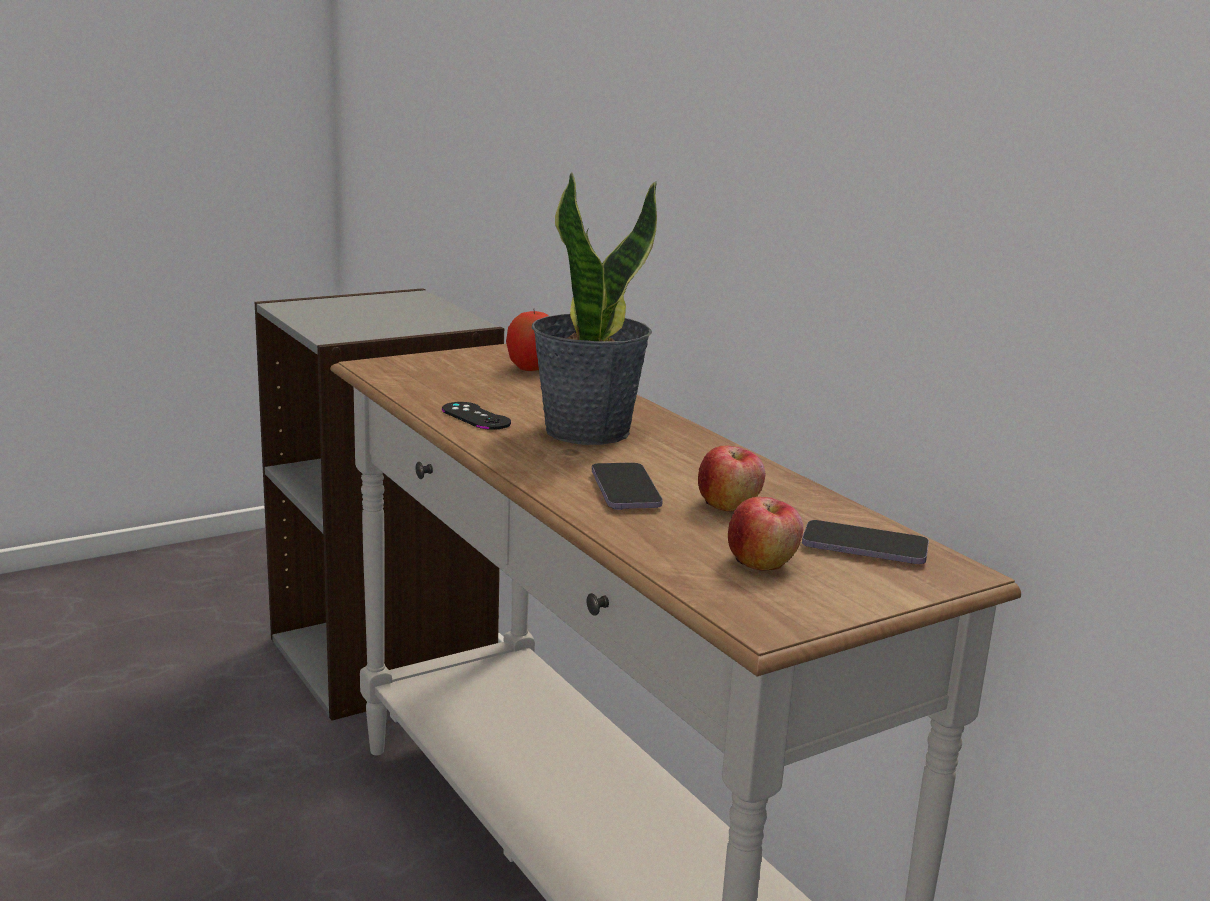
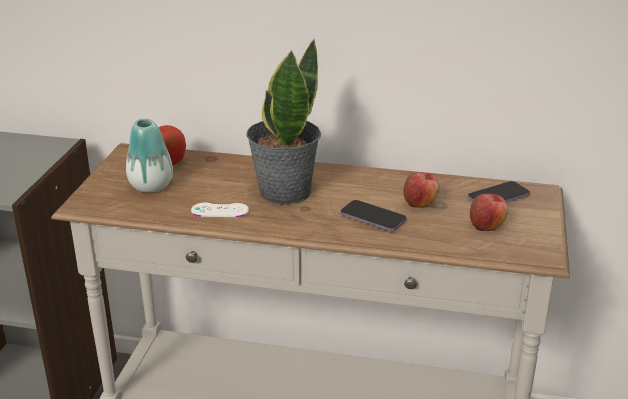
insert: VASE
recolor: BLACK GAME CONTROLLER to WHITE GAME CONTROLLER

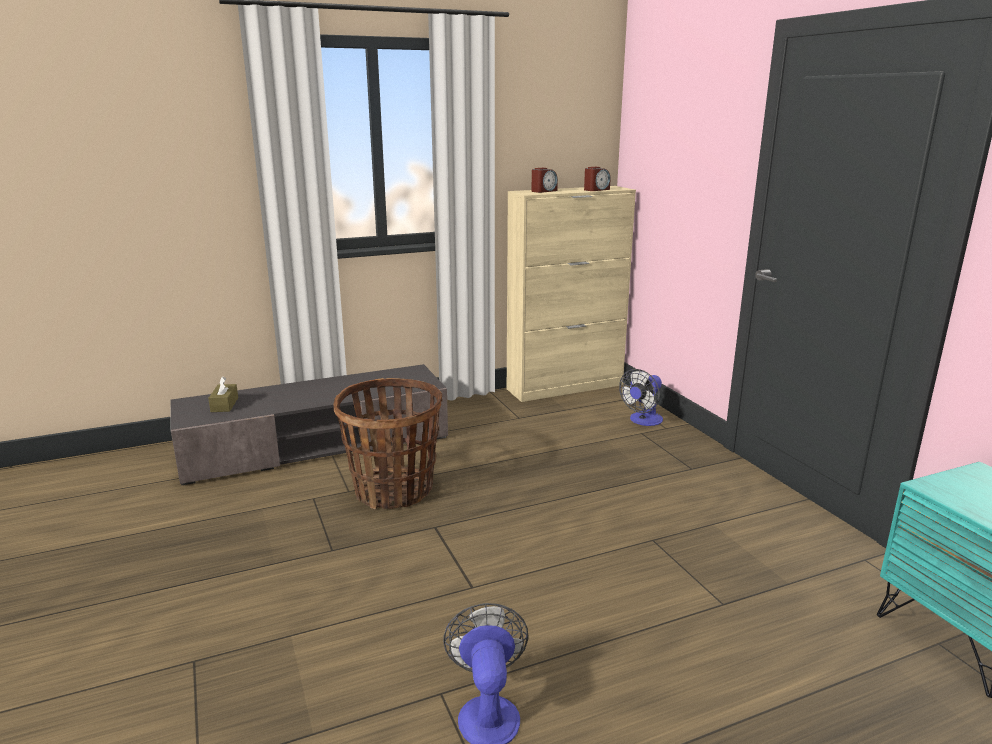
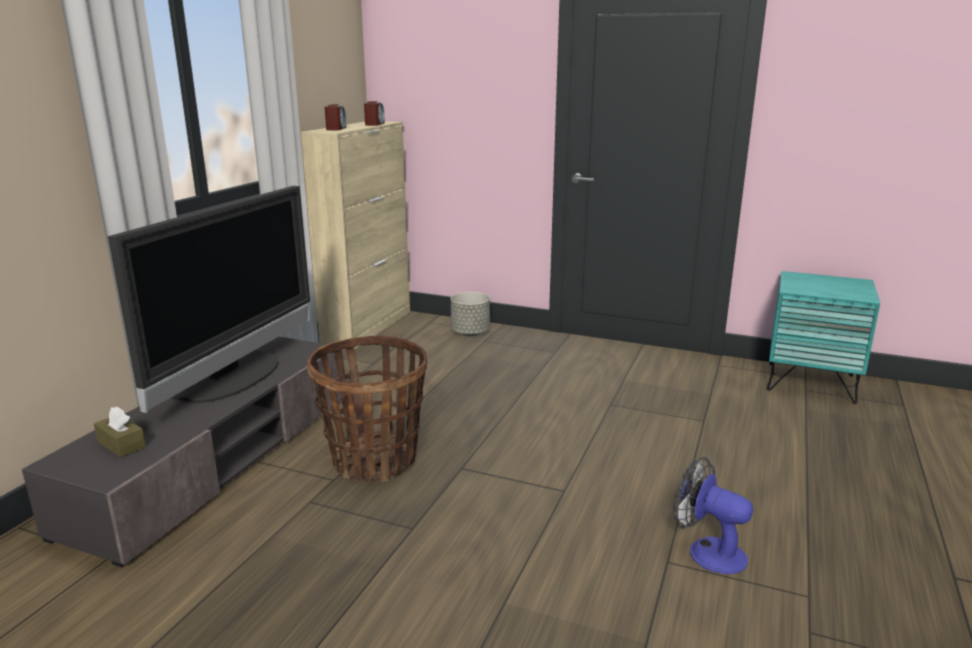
insert: TELEVISION
replace: FAN (2nd from left) to GREY PLANTER

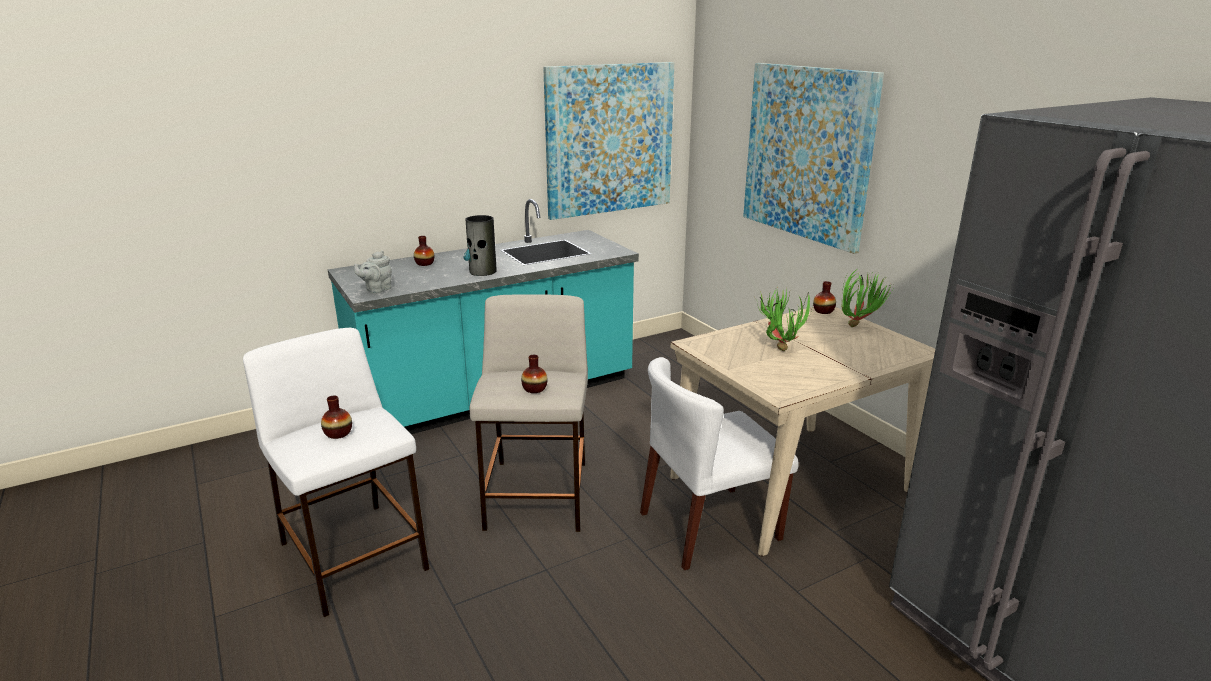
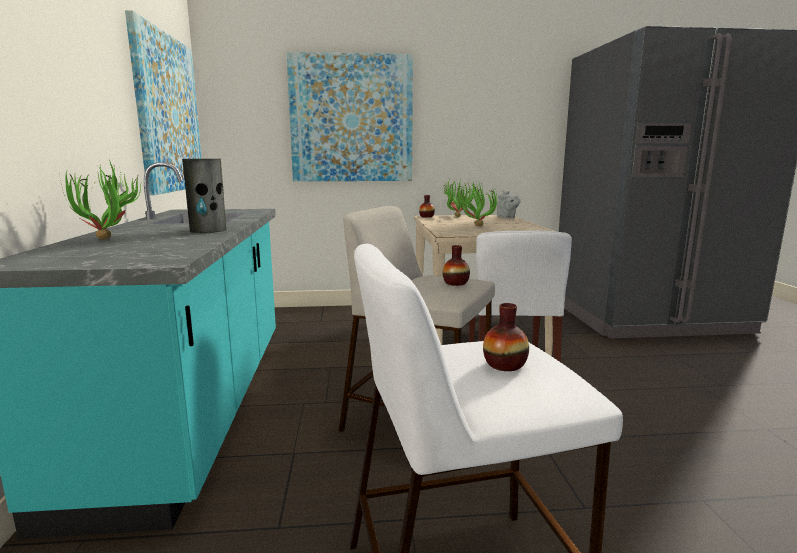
move: GREY TEAPOT
replace: VASE (2nd from left) to POTTED PLANT (1st from left)

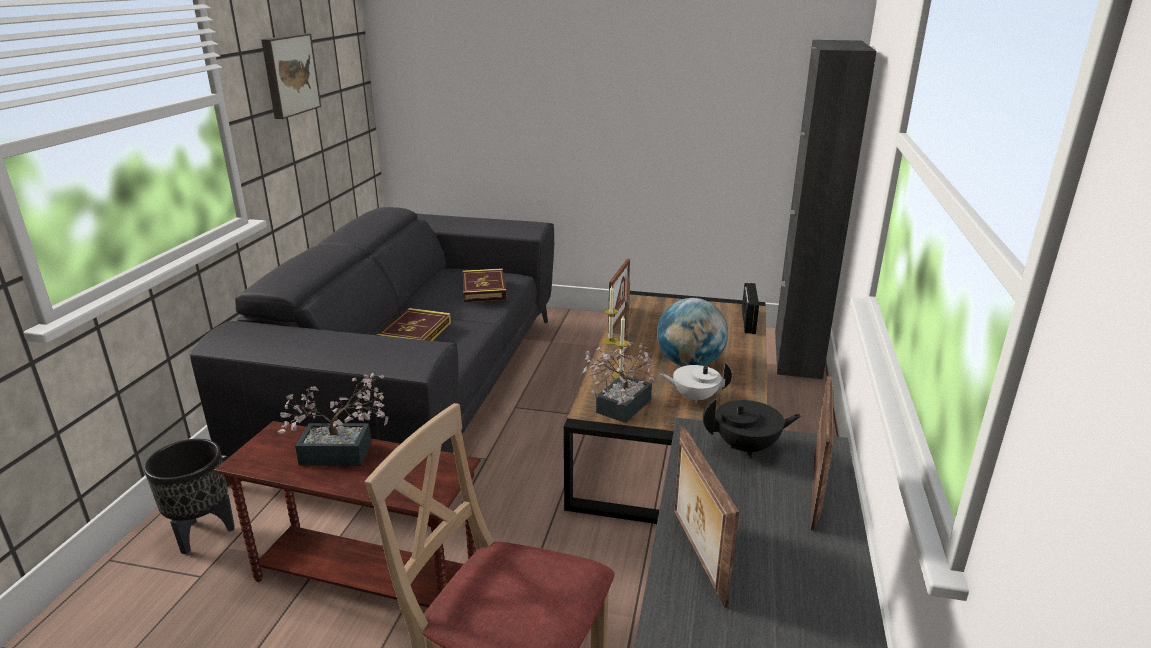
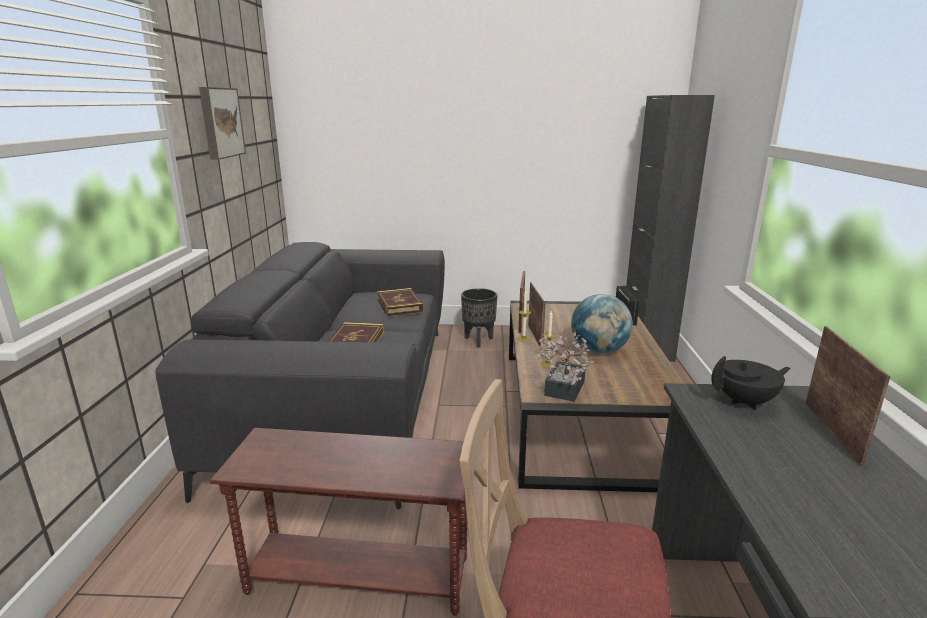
delete: POTTED PLANT (1st from left); WHITE TEAPOT; PICTURE FRAME (3rd from left)
move: BLACK PLANTER

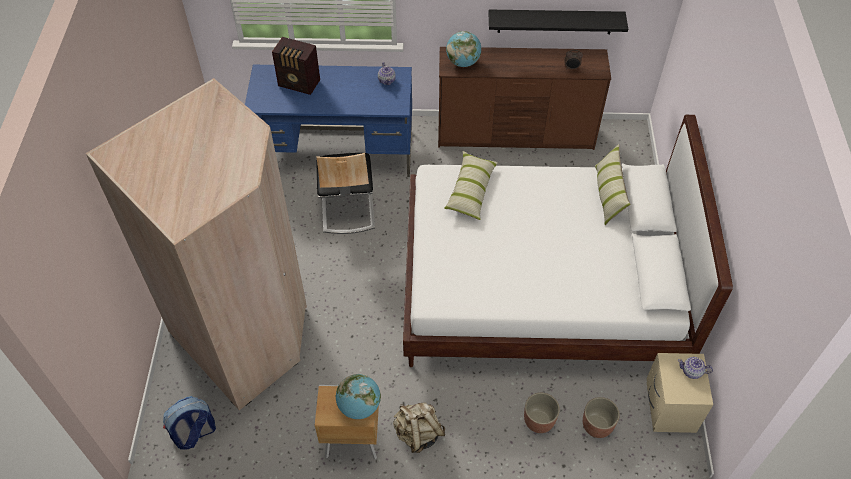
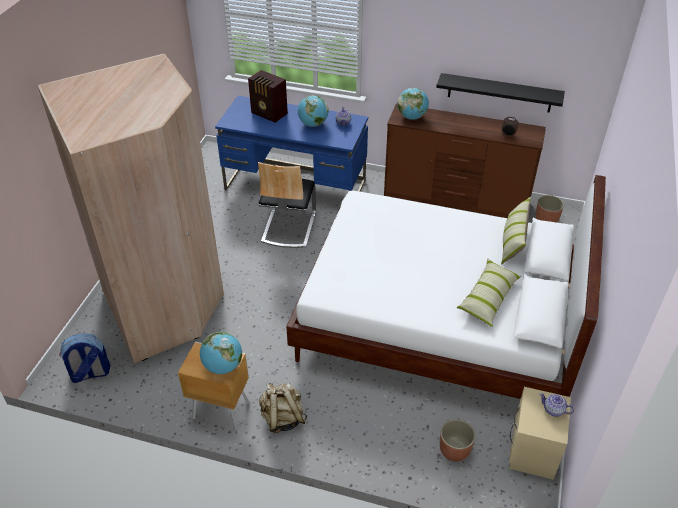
insert: GLOBE (2nd from left)
move: PILLOW (1st from left); PLANTER (1st from left in the first image) to PLANTER (2nd from left)

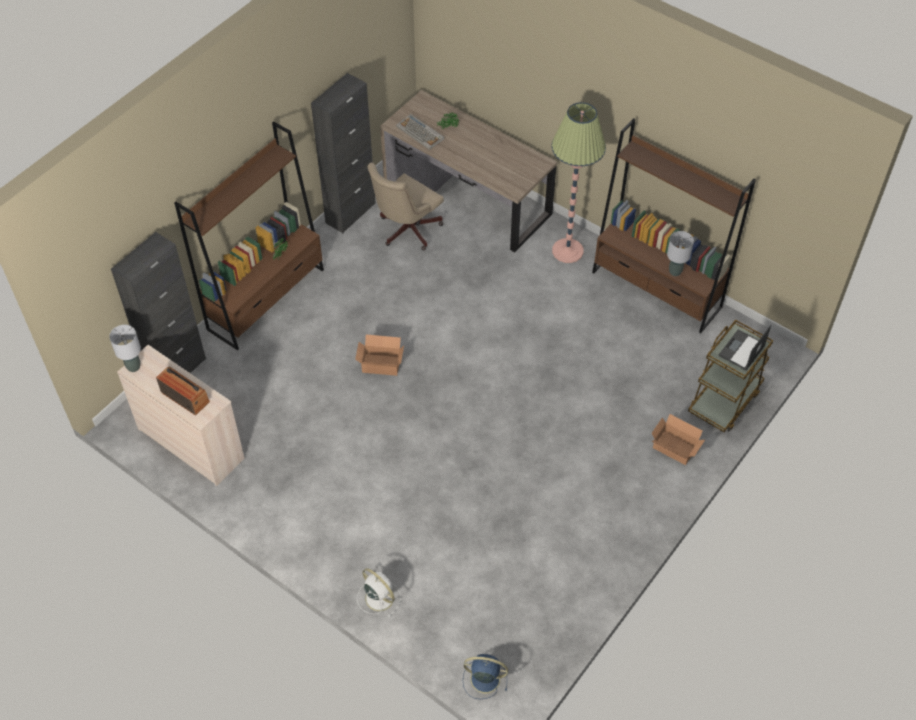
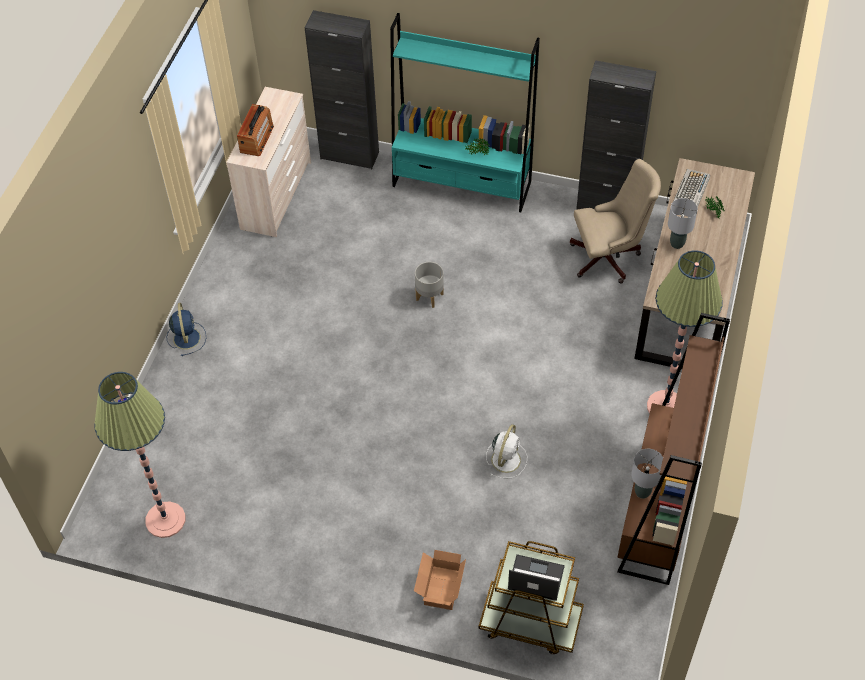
insert: FLOOR LAMP (1st from left)
move: BLUE FAN; WHITE FAN; GREY TABLE LAMP (1st from left in the first image) to GREY TABLE LAMP (2nd from left)
replace: CARDBOARD BOX (1st from left) to GREY PLANTER
recolor: BROWN BOOKCASE (1st from left) to TURQUOISE BOOKCASE
rotate: BEIGE OFFICE CHAIR 150 degrees clockwise

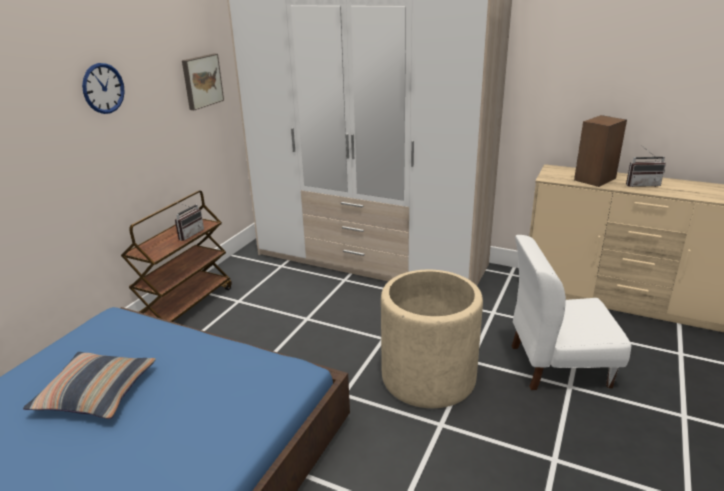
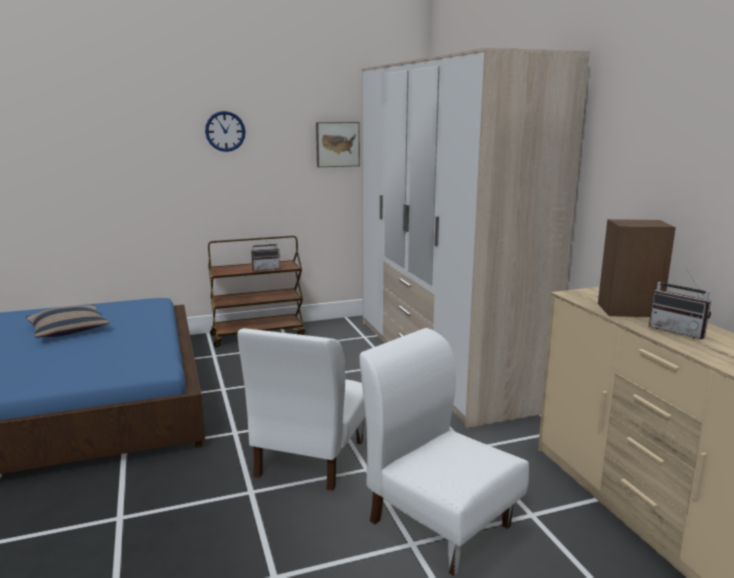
replace: BEIGE PLANTER to WHITE CHAIR (1st from left)

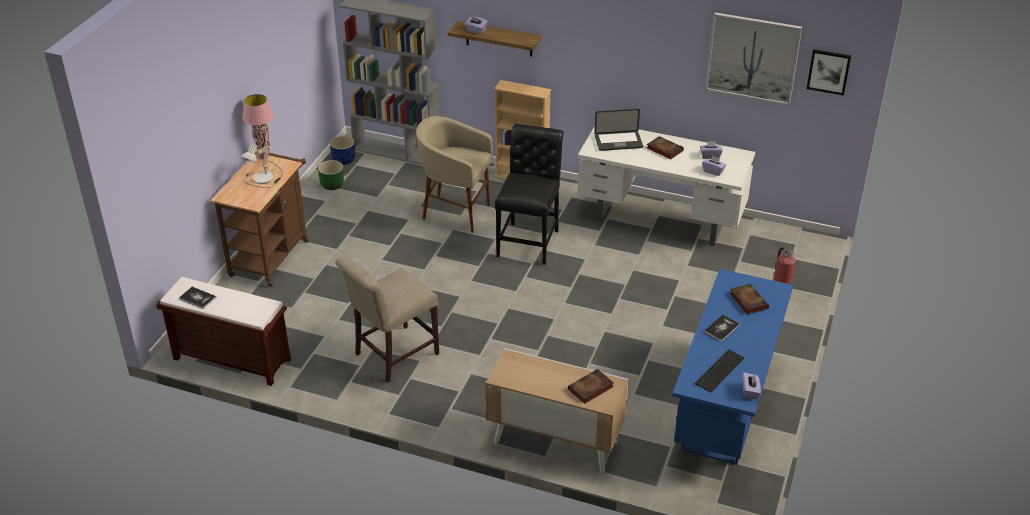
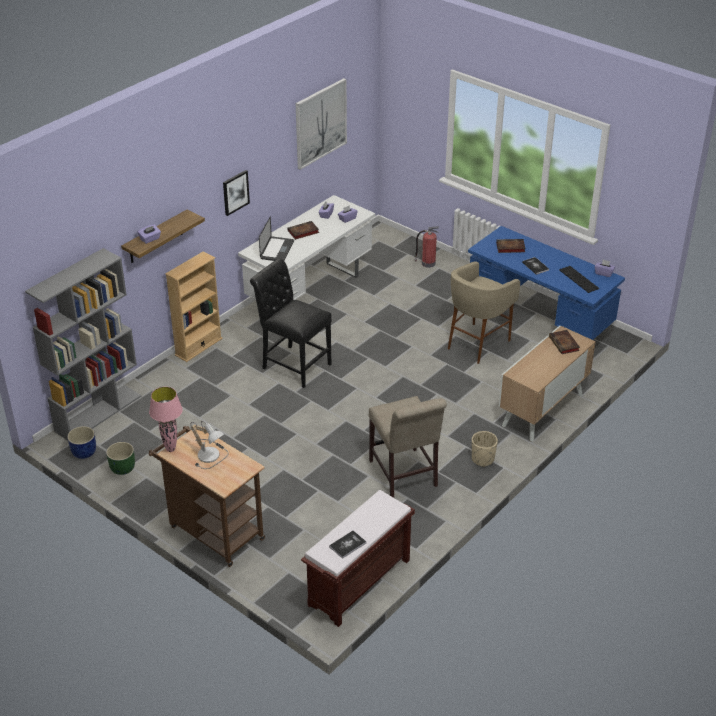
insert: BEIGE PLANTER
move: PICTURE (2nd from left in the first image) to PICTURE (1st from left); BEIGE STOOL

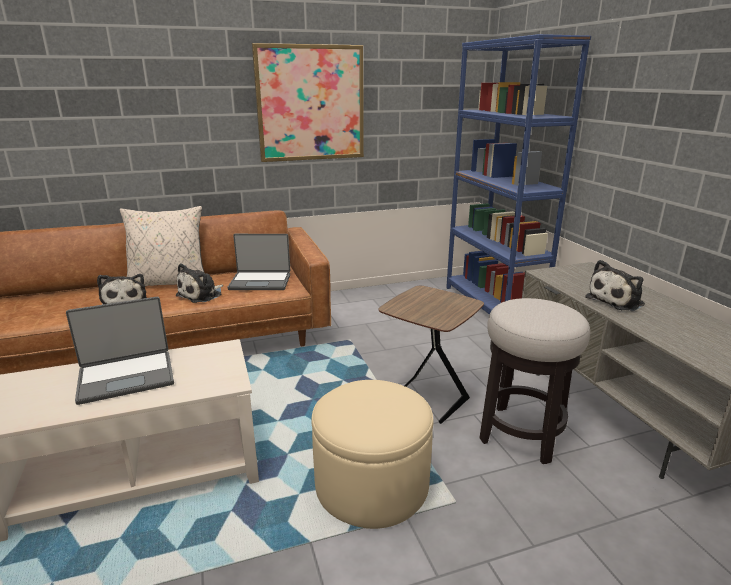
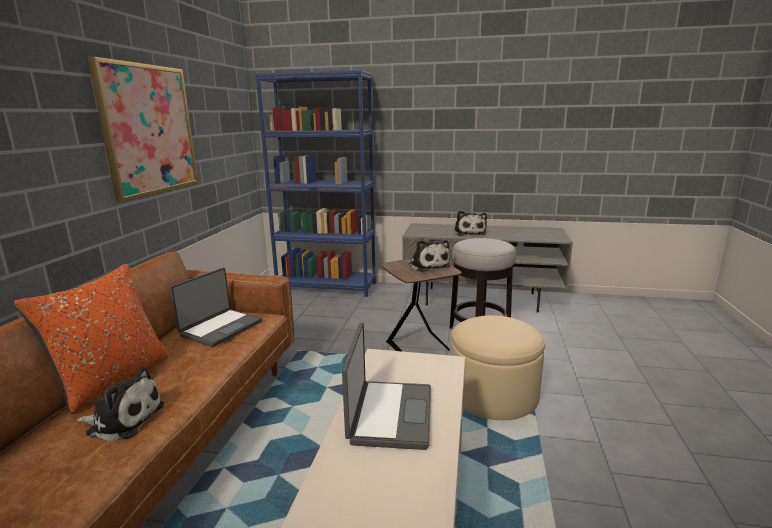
move: PLUSH TOY (2nd from left)
recolor: BEIGE PILLOW to ORANGE PILLOW

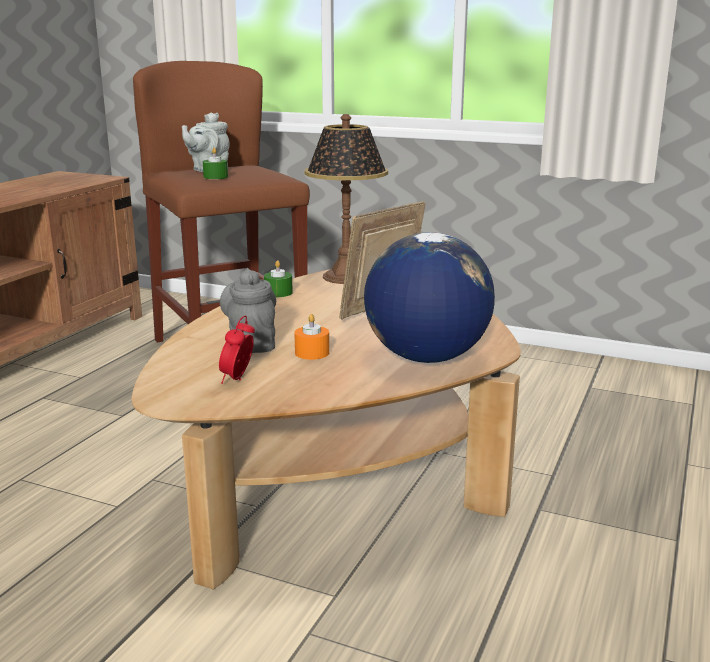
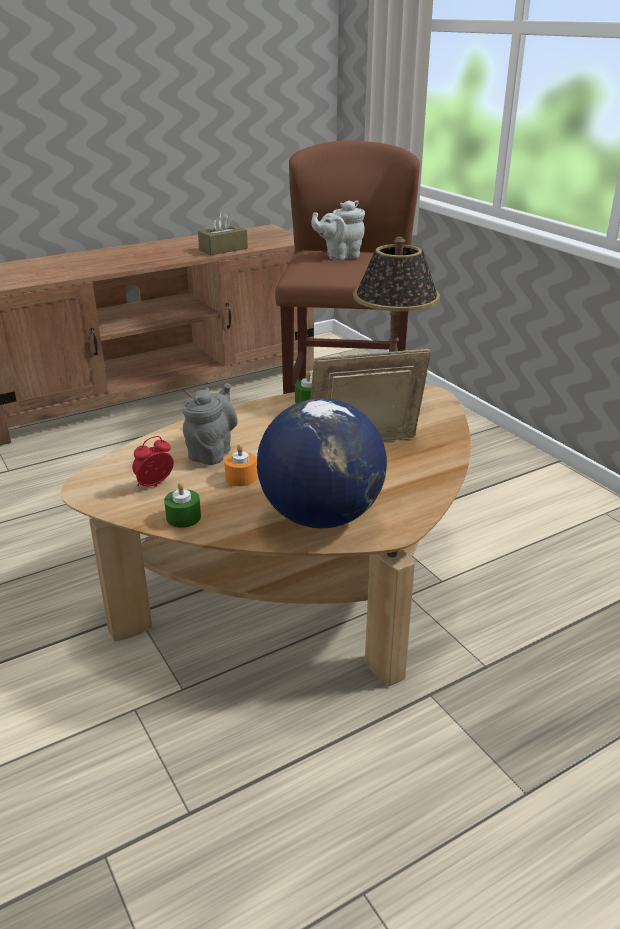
insert: BROWN TISSUE BOX
move: GREEN CANDLE (1st from left)

